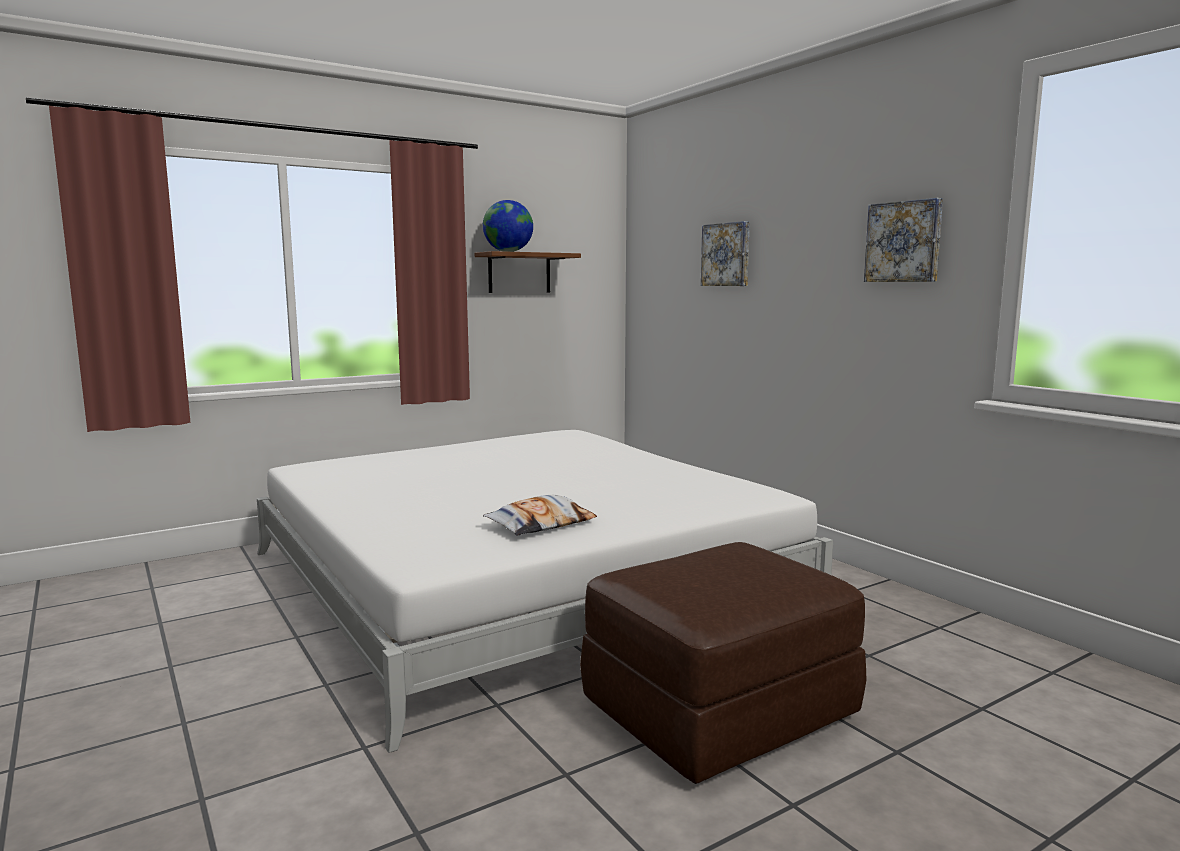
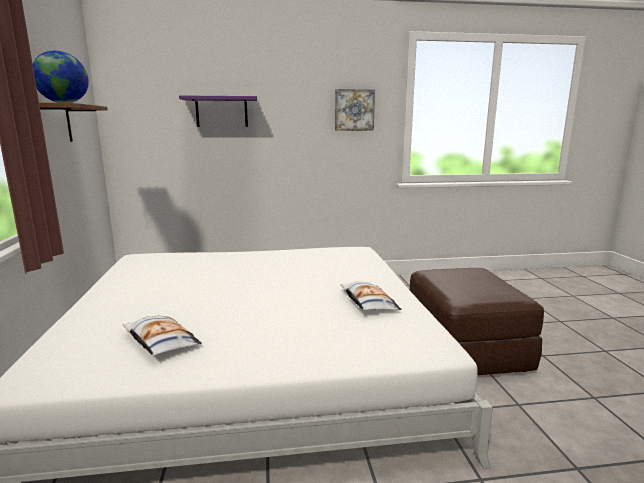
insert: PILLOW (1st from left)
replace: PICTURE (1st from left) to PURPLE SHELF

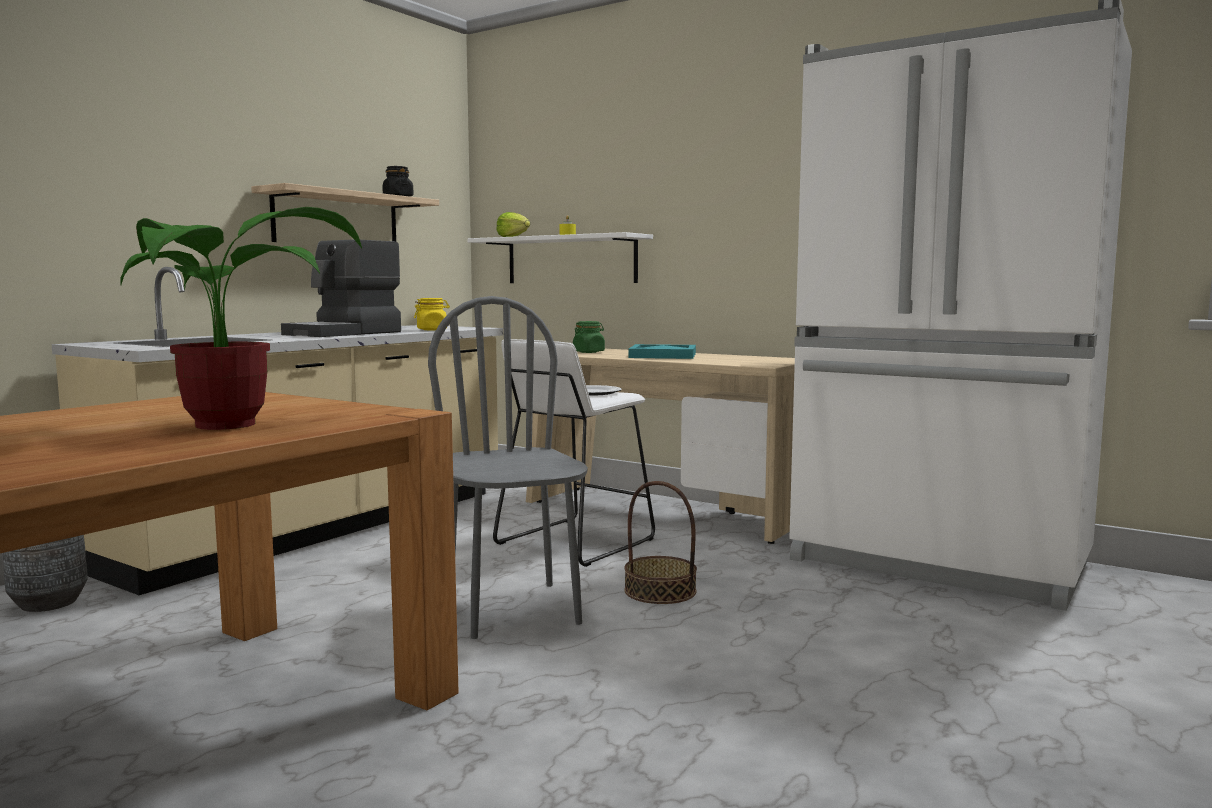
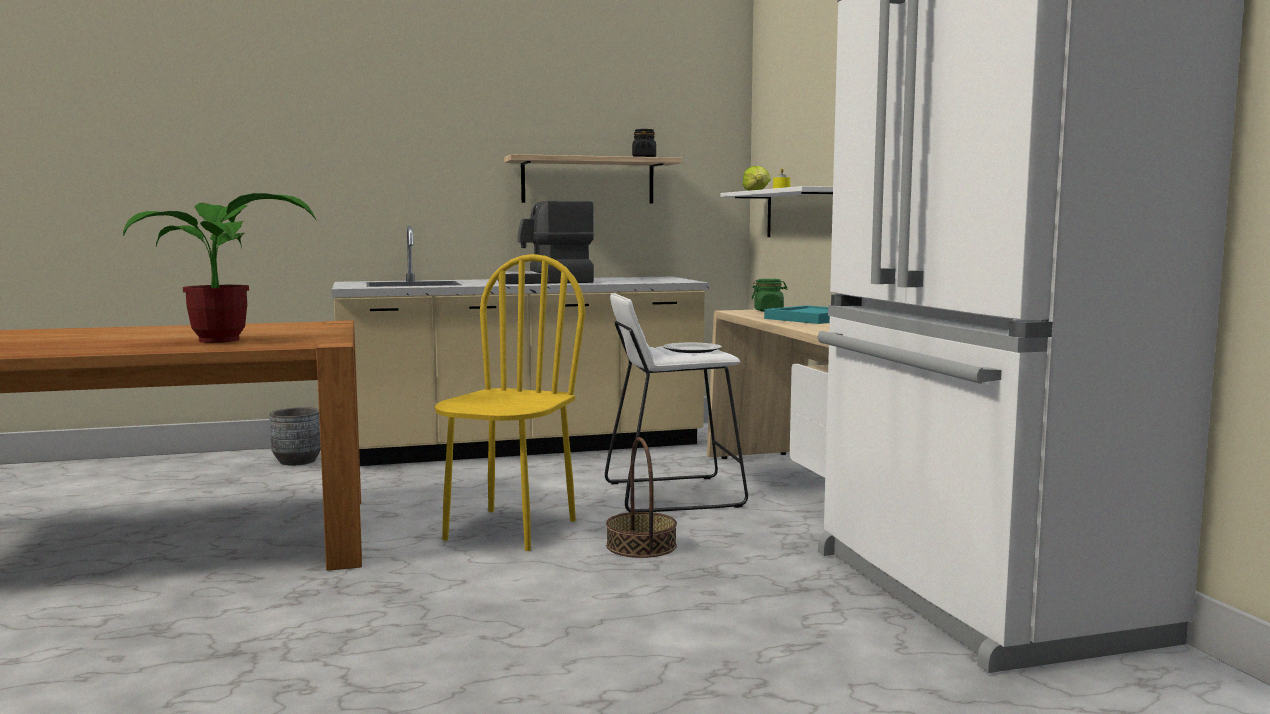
delete: YELLOW JAR
recolor: GREY CHAIR to YELLOW CHAIR

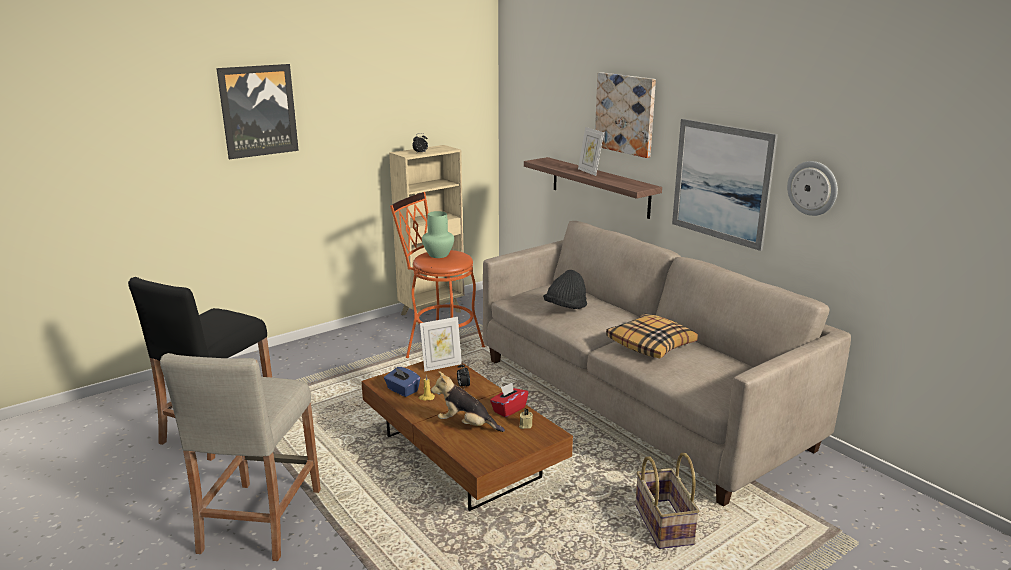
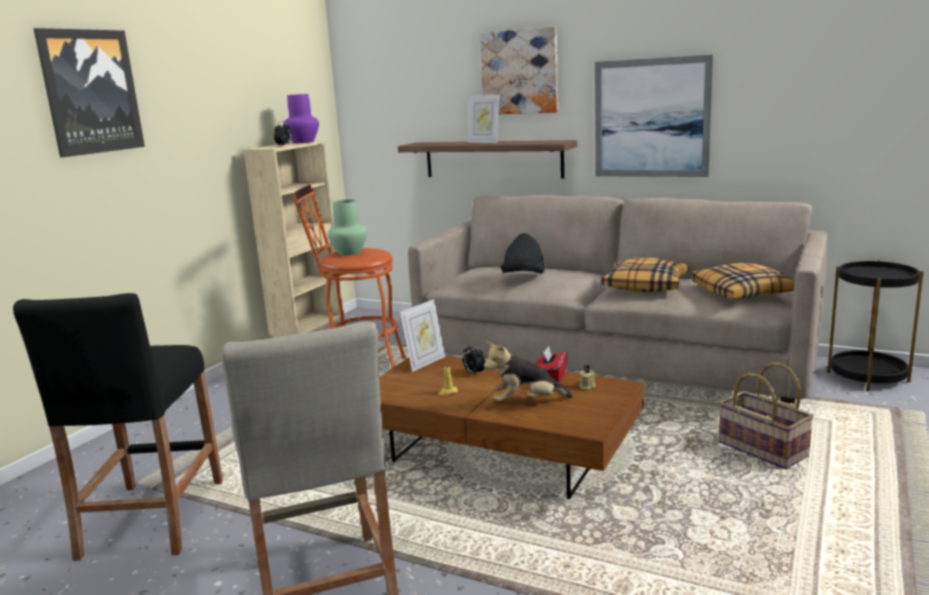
delete: BLUE TISSUE BOX; WALL CLOCK
insert: PURPLE VASE; PILLOW (2nd from left); BLACK SIDE TABLE

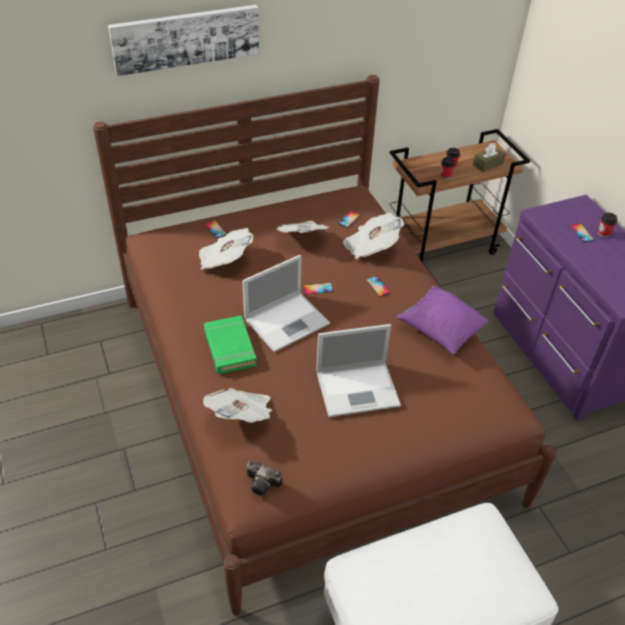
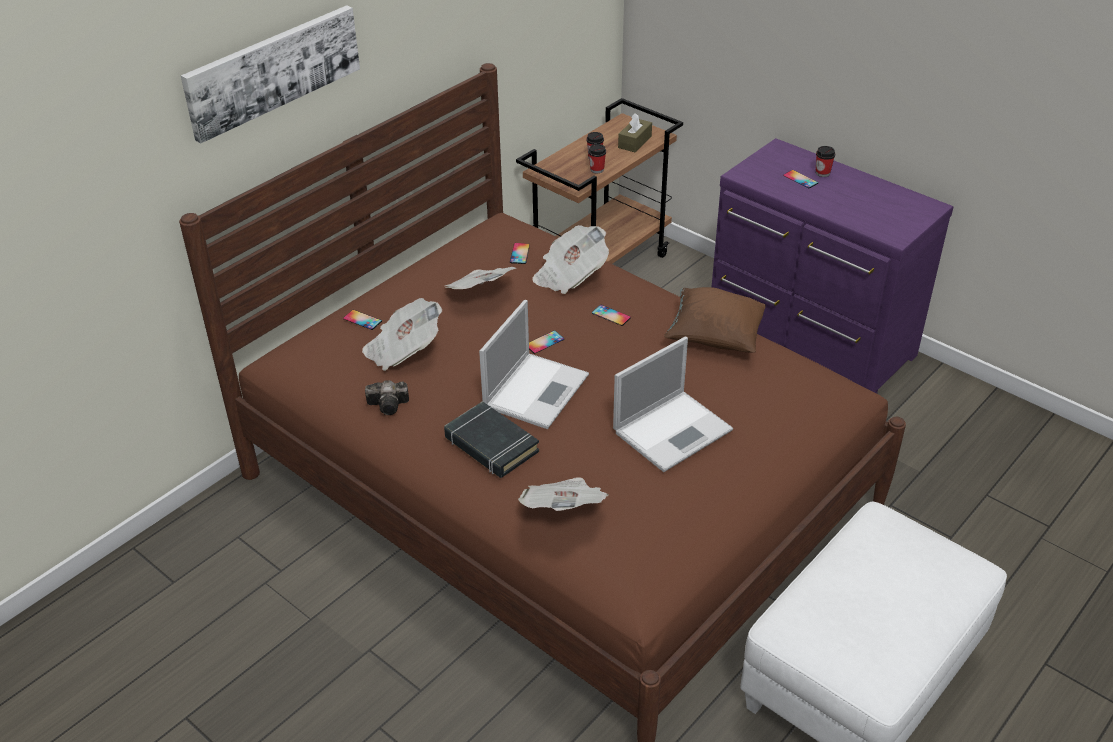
move: PHOTO CAMERA
recolor: GREEN BOOK to BLACK BOOK; PURPLE PILLOW to BROWN PILLOW

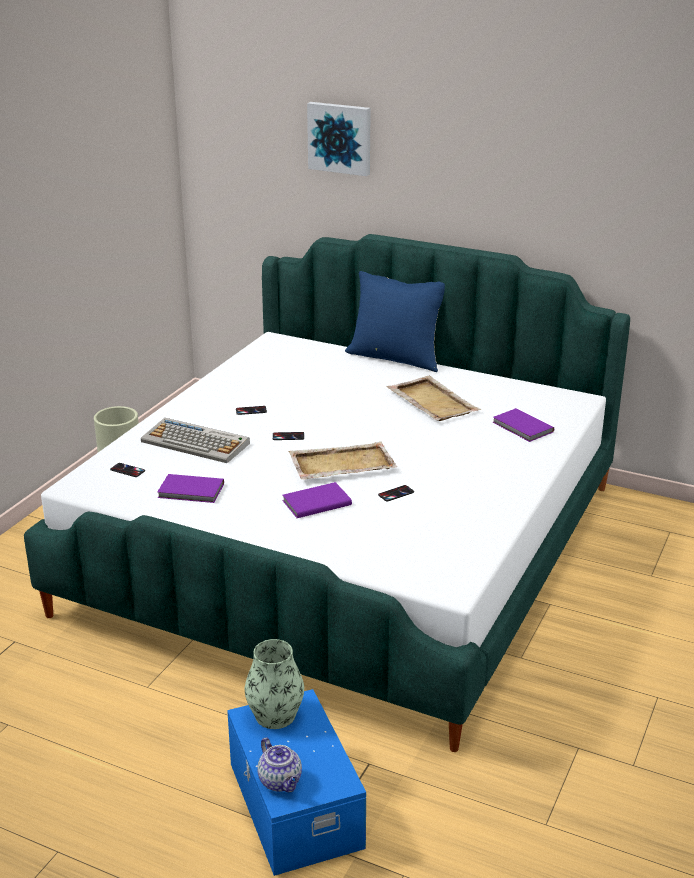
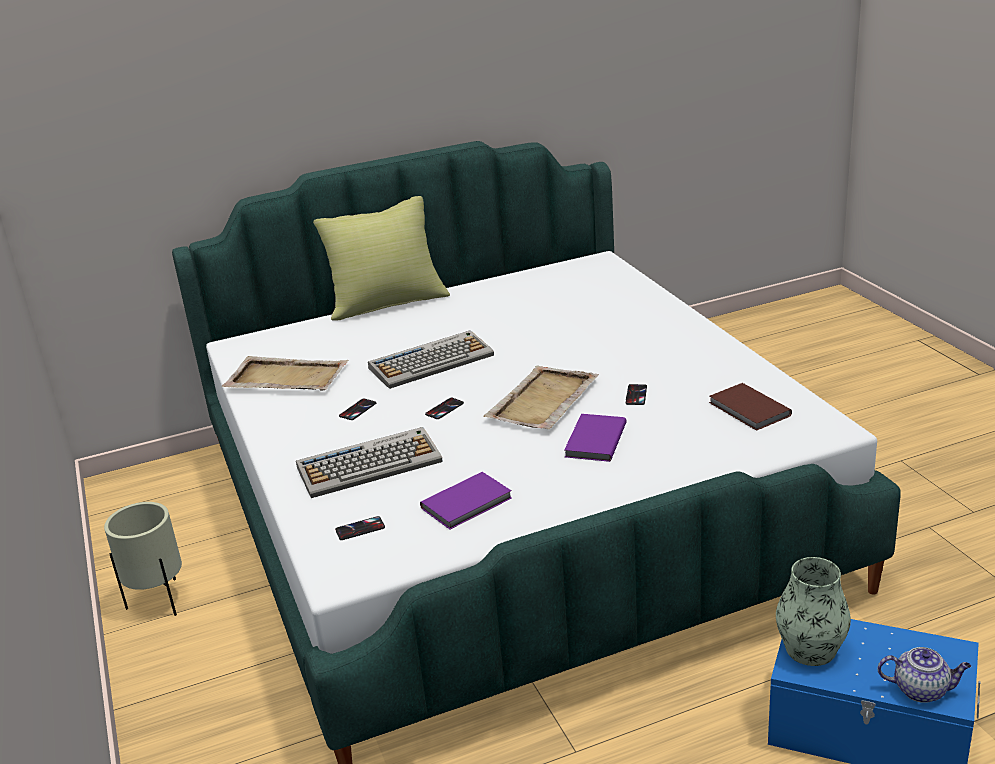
delete: PICTURE; PURPLE BOOK (3rd from left)
insert: KEYBOARD (2nd from left); BROWN BOOK
move: BEIGE TRAY (2nd from left in the first image) to BEIGE TRAY (1st from left)
recolor: BLUE PILLOW to YELLOW PILLOW

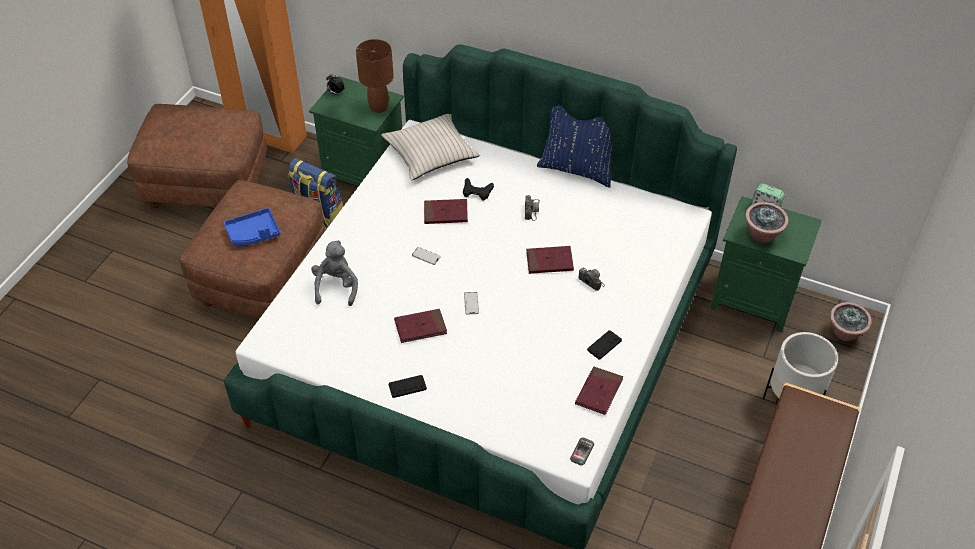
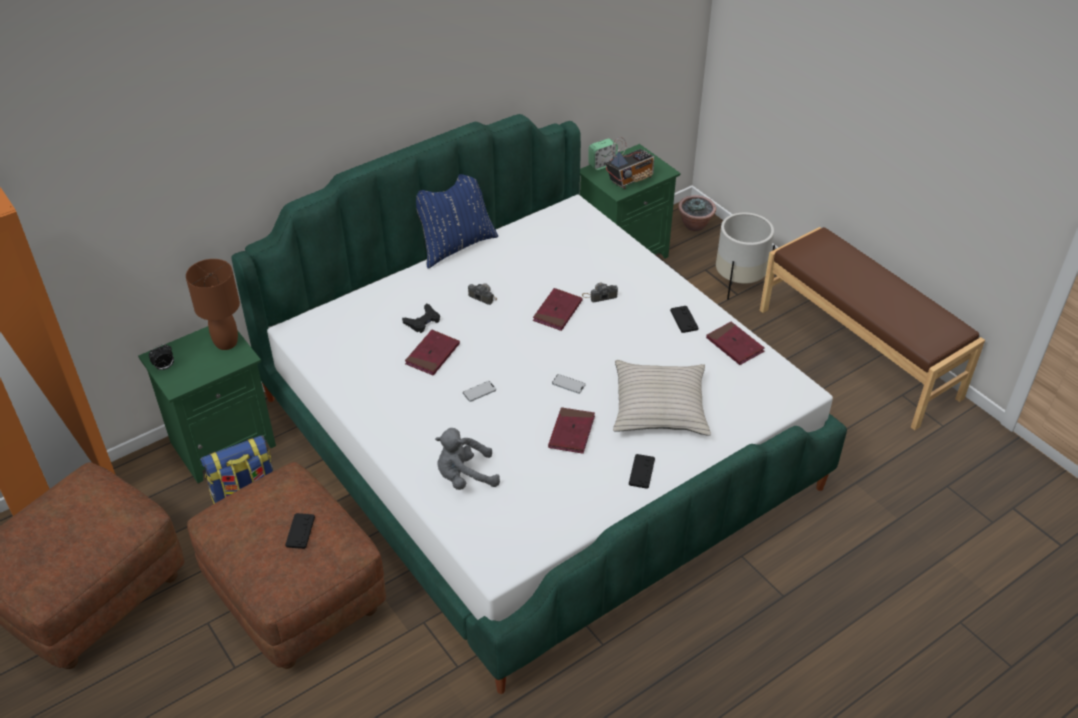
delete: PHONE (3rd from left)
move: BEIGE PILLOW
replace: BLUE TRAY to BLACK GAME CONTROLLER (1st from left); POTTED PLANT (1st from left) to RADIO
rotate: GREY PLUSH TOY 45 degrees counterclockwise

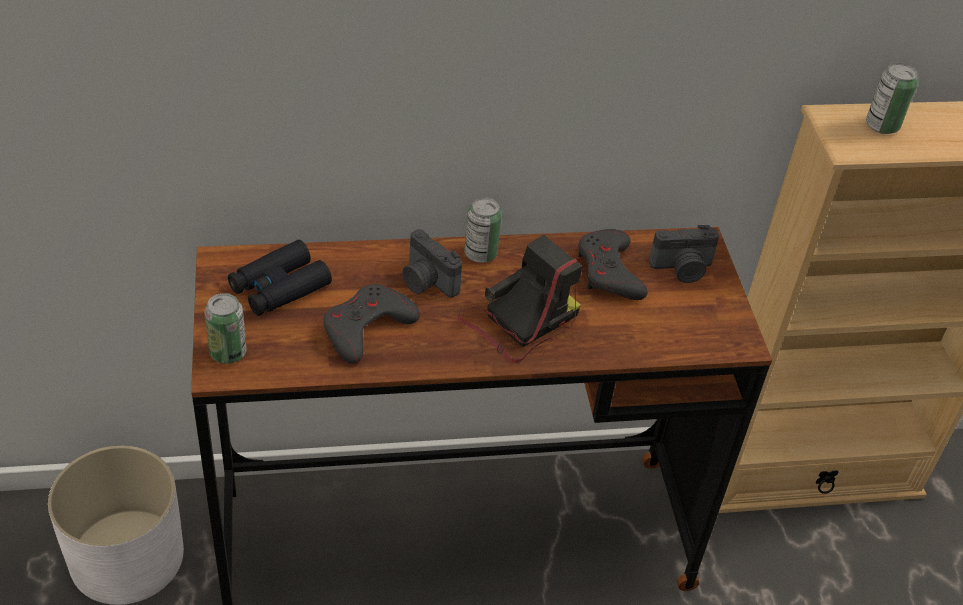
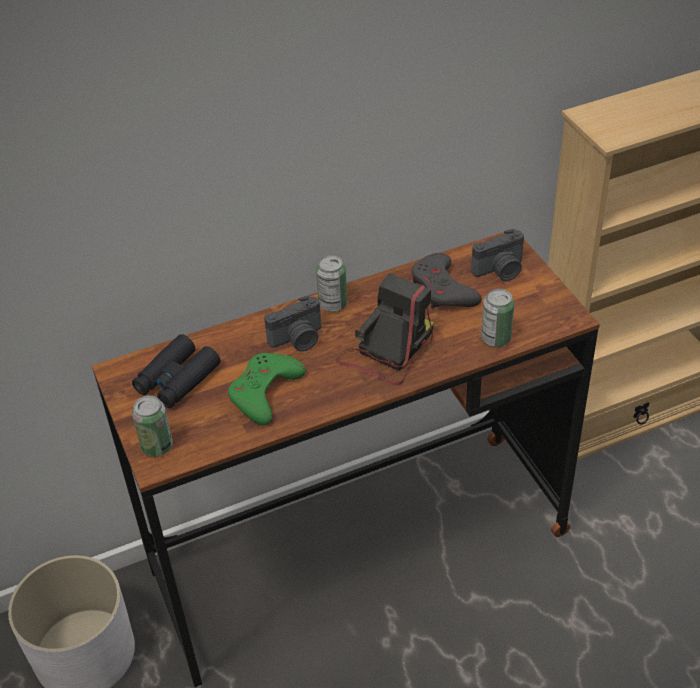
move: CAN (3rd from left)
recolor: GREY GAME CONTROLLER (1st from left) to GREEN GAME CONTROLLER
rotate: PHOTO CAMERA (1st from left) 60 degrees counterclockwise

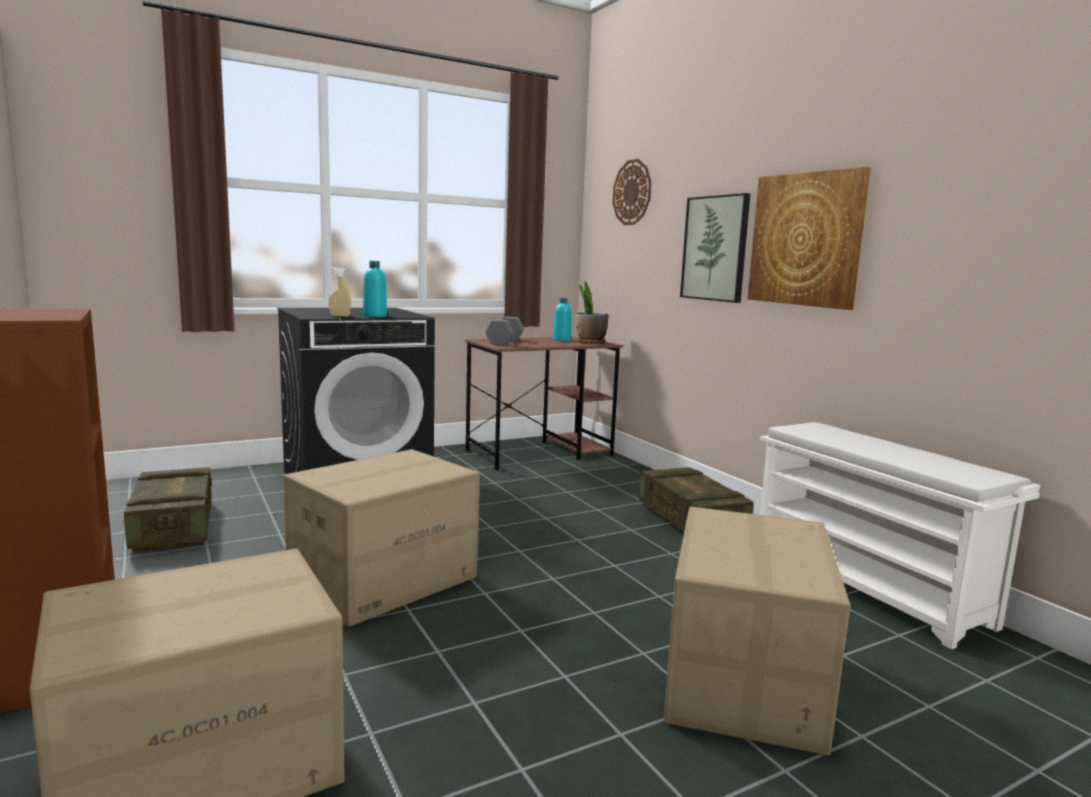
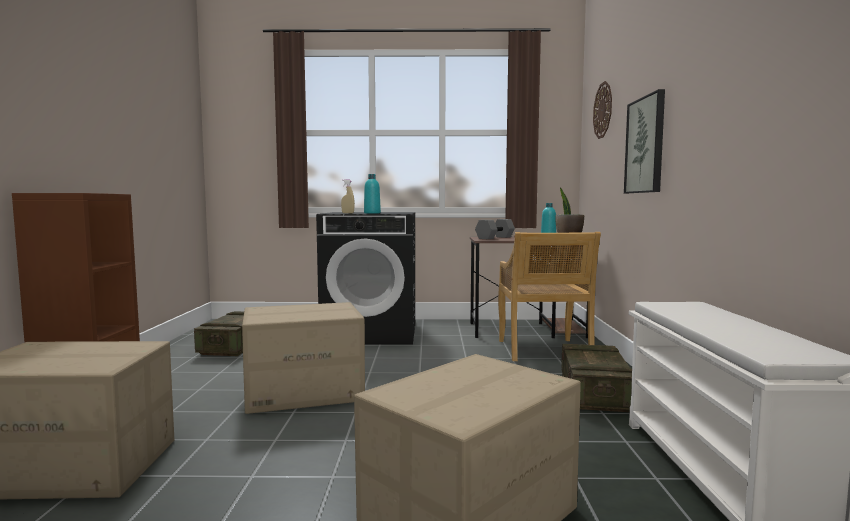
delete: PICTURE (2nd from left)
insert: BEIGE CHAIR

